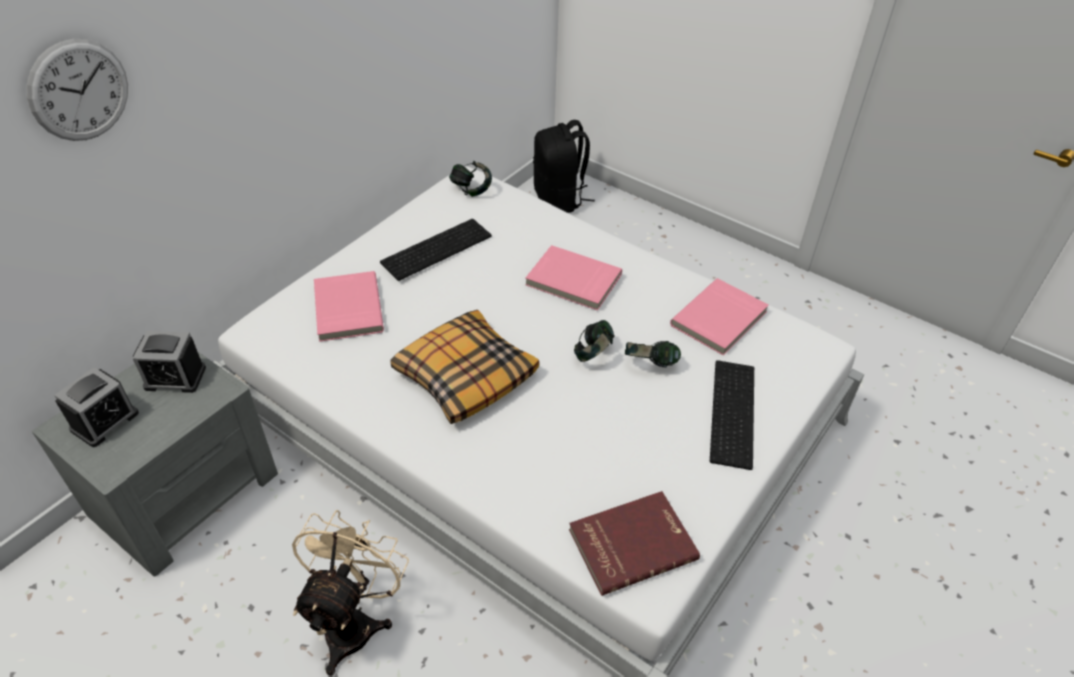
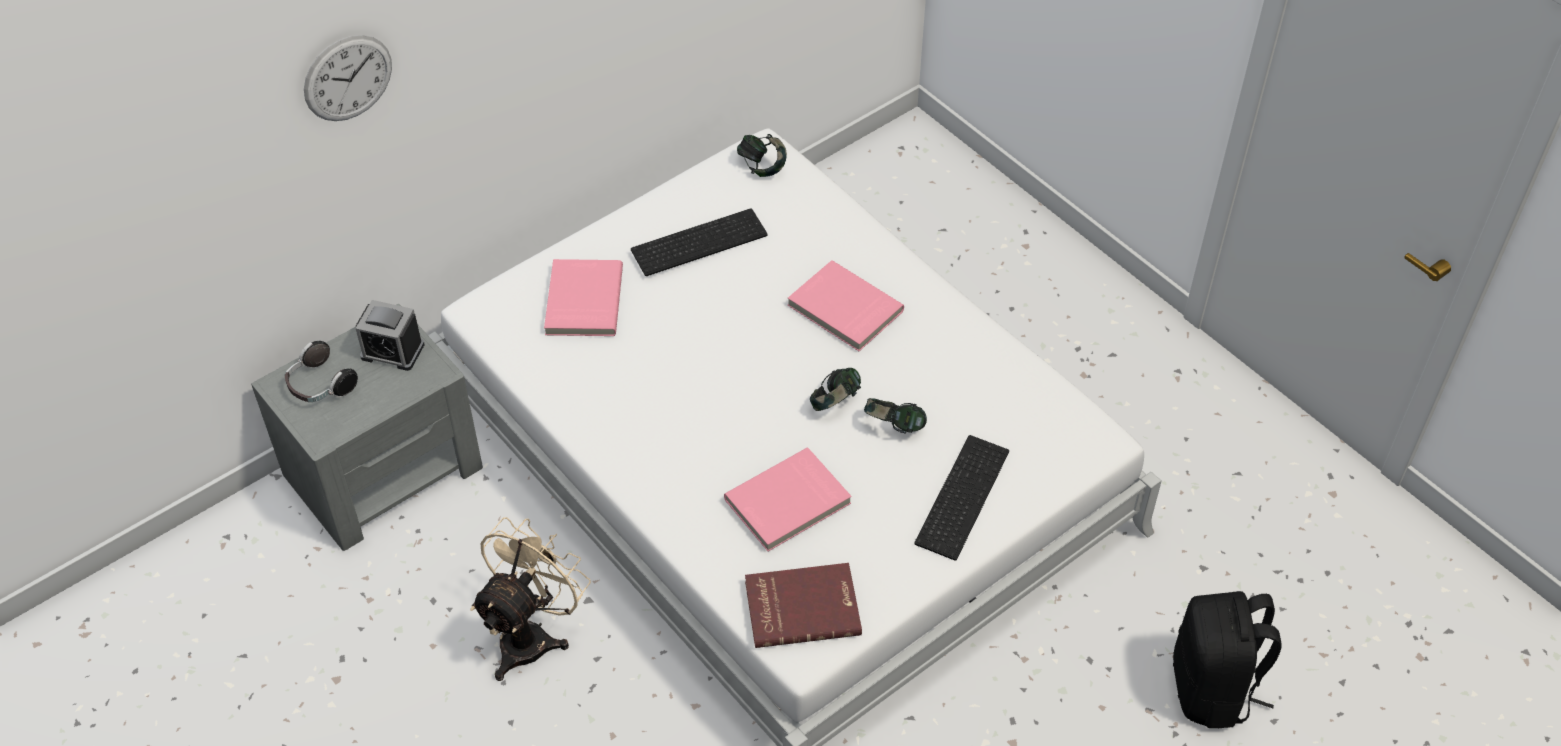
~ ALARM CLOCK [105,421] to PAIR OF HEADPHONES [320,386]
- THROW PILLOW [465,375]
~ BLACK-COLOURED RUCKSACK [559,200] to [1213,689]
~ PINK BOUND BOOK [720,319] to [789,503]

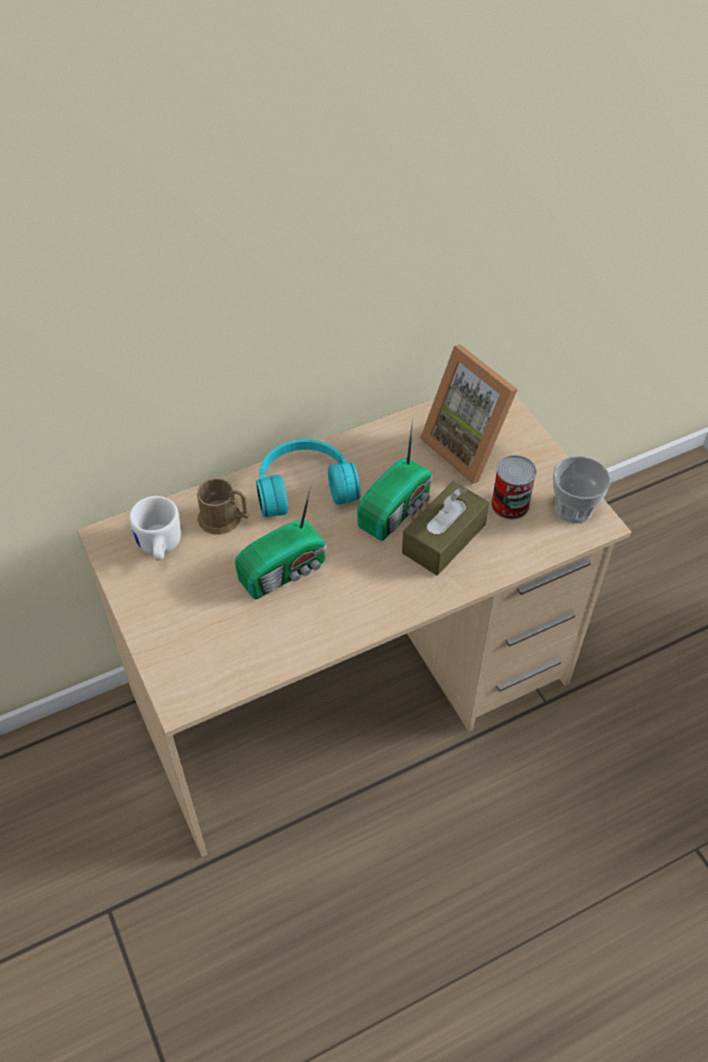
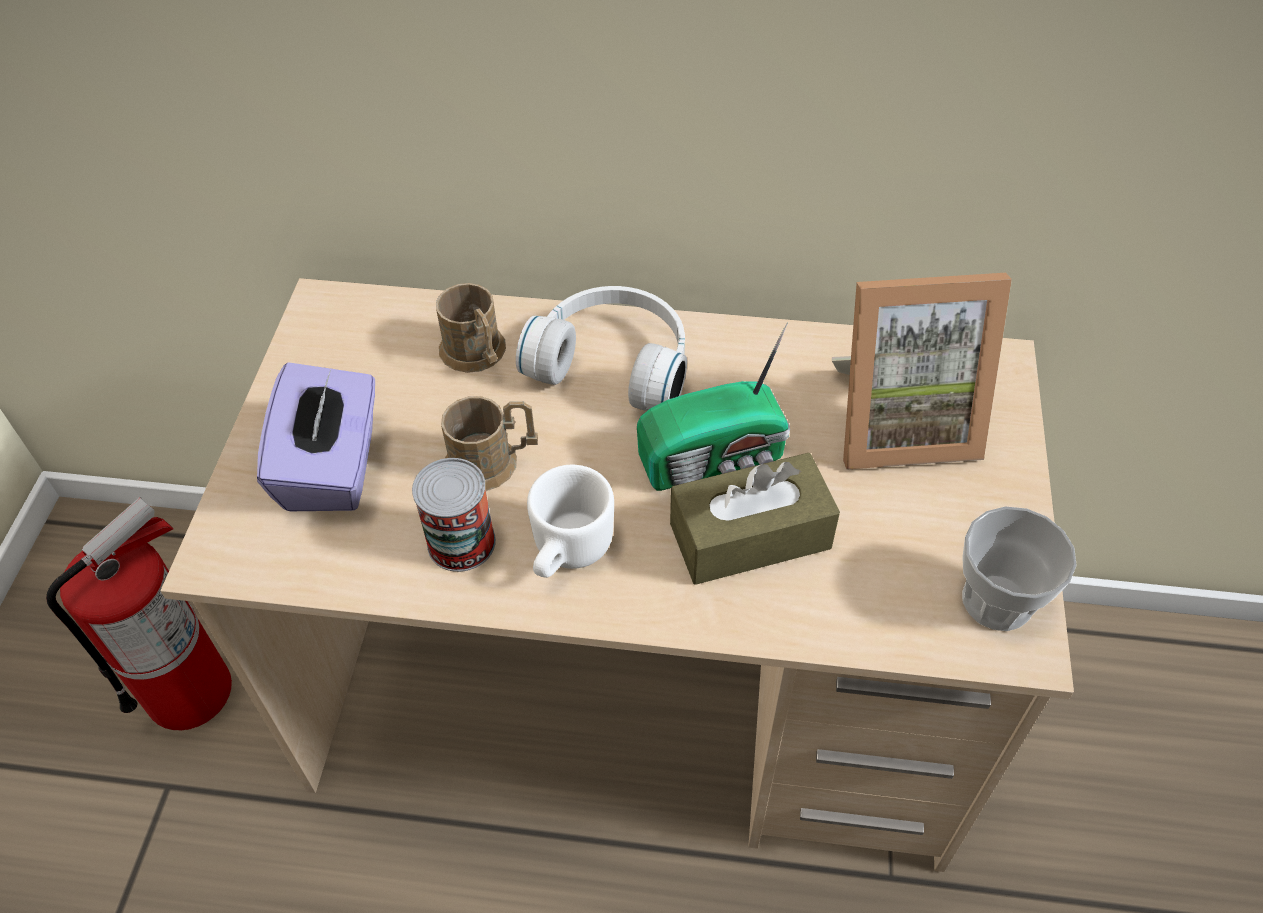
~ WHITISH MUG [159,547] to [566,552]
~ RADIO SET [285,571] to BROWN MUG [492,462]
~ BLUE-GREEN PAIR OF HEADPHONES [304,486] to WHITISH PAIR OF HEADPHONES [614,362]
~ PHOTO FRAME [469,447] = [900,422] 90 degrees counterclockwise
~ SEALED CAN [510,504] to [461,542]
+ EXTINGUISHER [190,690]
+ PURPLE TISSUE HOLDER [333,466]

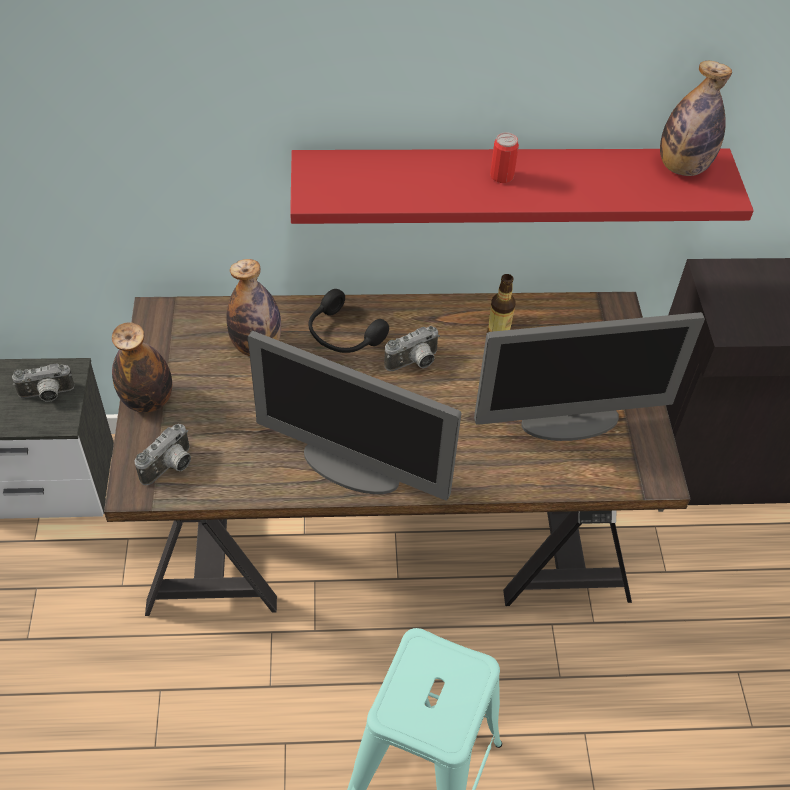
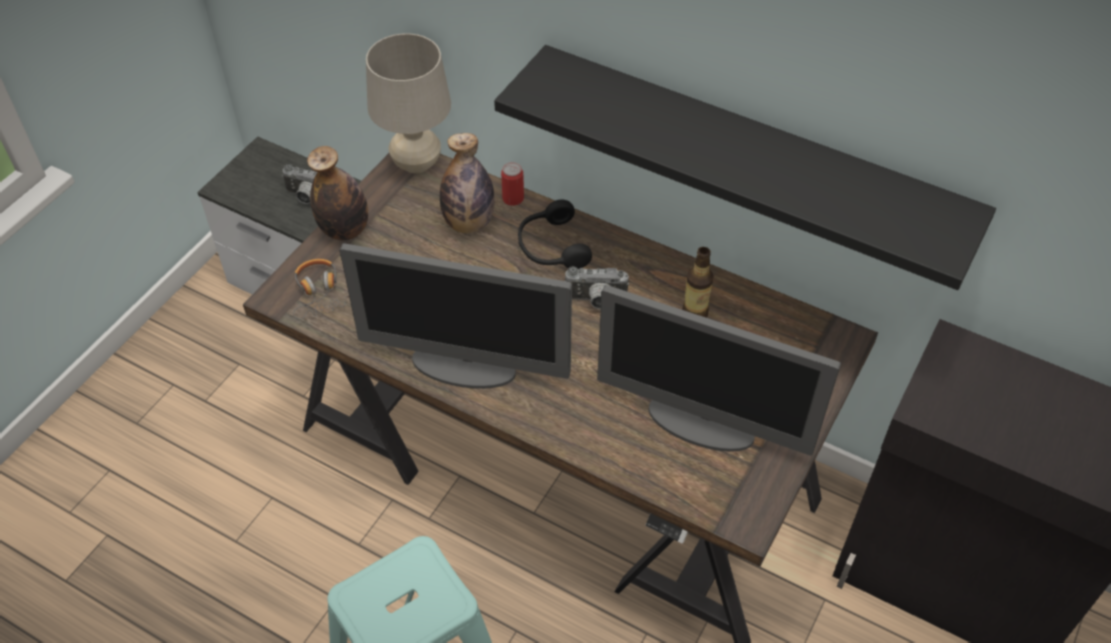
~ STILL CAMERA [171,467] to PAIR OF HEADPHONES [319,293]
~ COMPUTER DISPLAY [352,468] = [464,367] 45 degrees counterclockwise
~ REDDISH WALL SHELF [508,183] to BLACK-COLOURED WALL SHELF [750,156]
~ SEALED CAN [501,176] to [513,198]
- BOTTLE [682,167]
+ BEIGE-COLOURED TABLETOP LAMP [416,164]

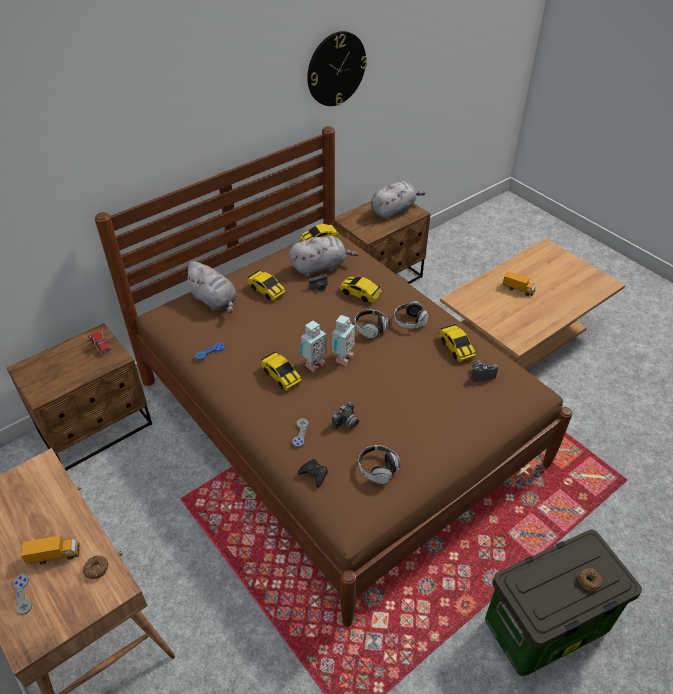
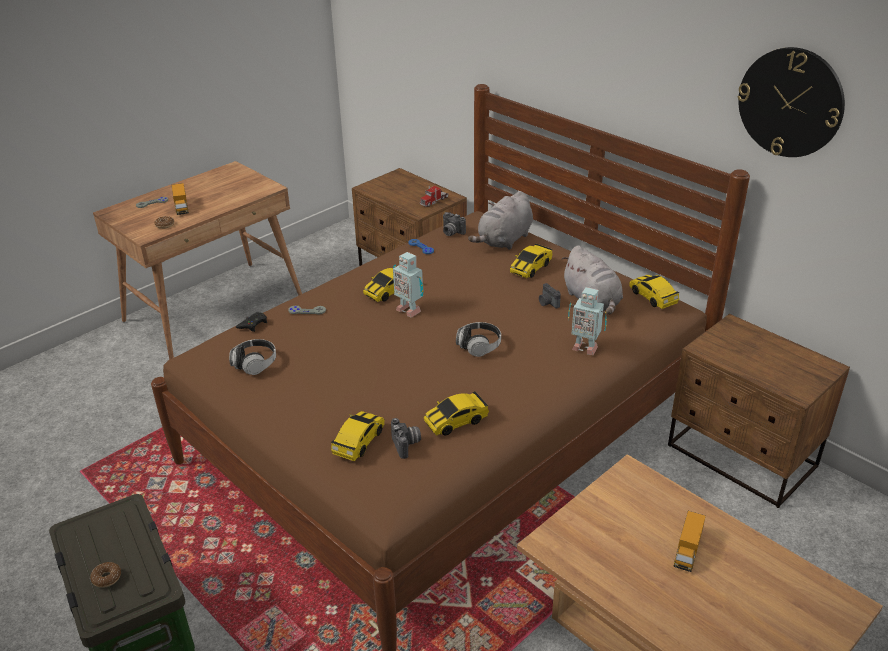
~ ROBOT FIGURE [343,358] to [584,347]
~ STILL CAMERA [346,423] to [451,232]
~ MINIATURE CAR [360,293] to [359,441]
- GRAY PLUSH TOY [393,211]
- PAIR OF HEADPHONES [410,321]

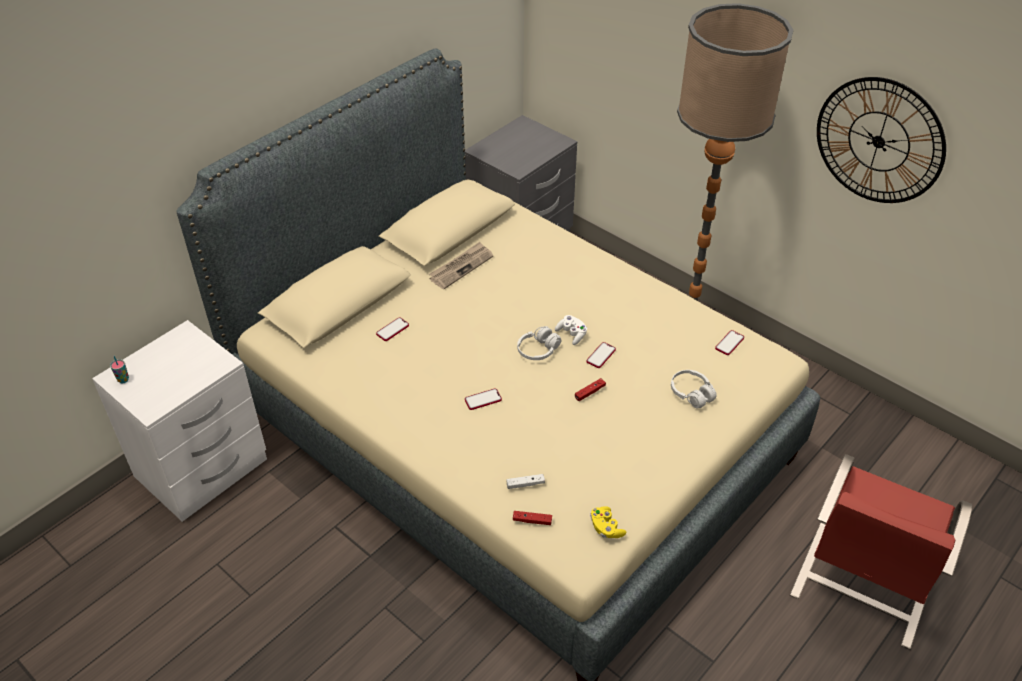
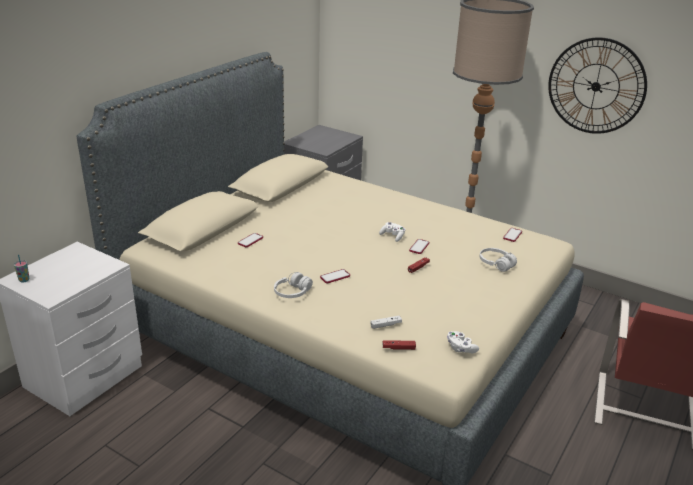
- NEWSPAPER [461,267]
~ WHITISH PAIR OF HEADPHONES [538,350] to [292,292]
~ YELLOWISH GAME CONTROLLER [606,528] to WHITISH GAME CONTROLLER [460,348]

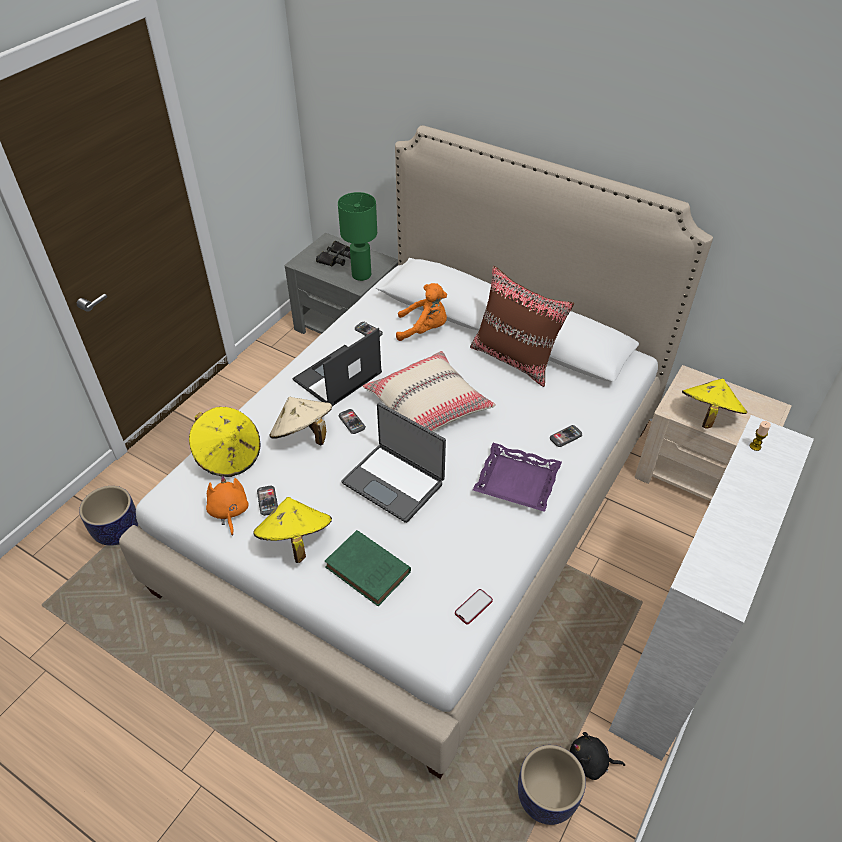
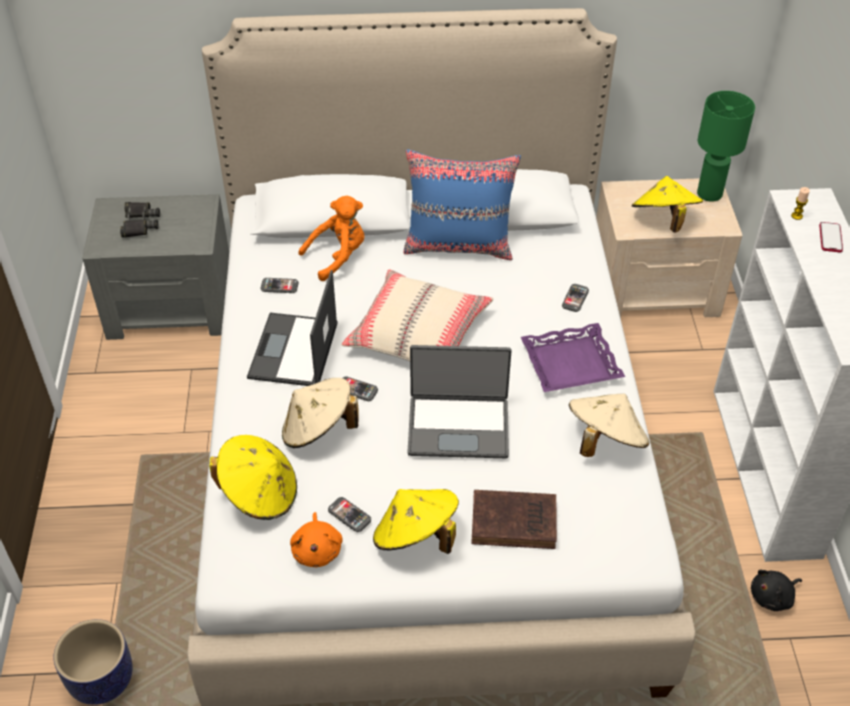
~ ORANGEY PLUSH TOY [229,512] = [317,550] 135 degrees counterclockwise
~ GREENISH BOUND BOOK [369,571] to BROWN BOUND BOOK [516,522]
~ GREENISH TABLETOP LAMP [361,275] to [708,194]
~ HANDSET [473,607] to [830,238]
~ BROWN THROW PILLOW [515,359] to BLUE THROW PILLOW [459,245]
- FLOWER POT [546,797]
+ BEIGE-COLOURED CLOTHING HAT [604,441]

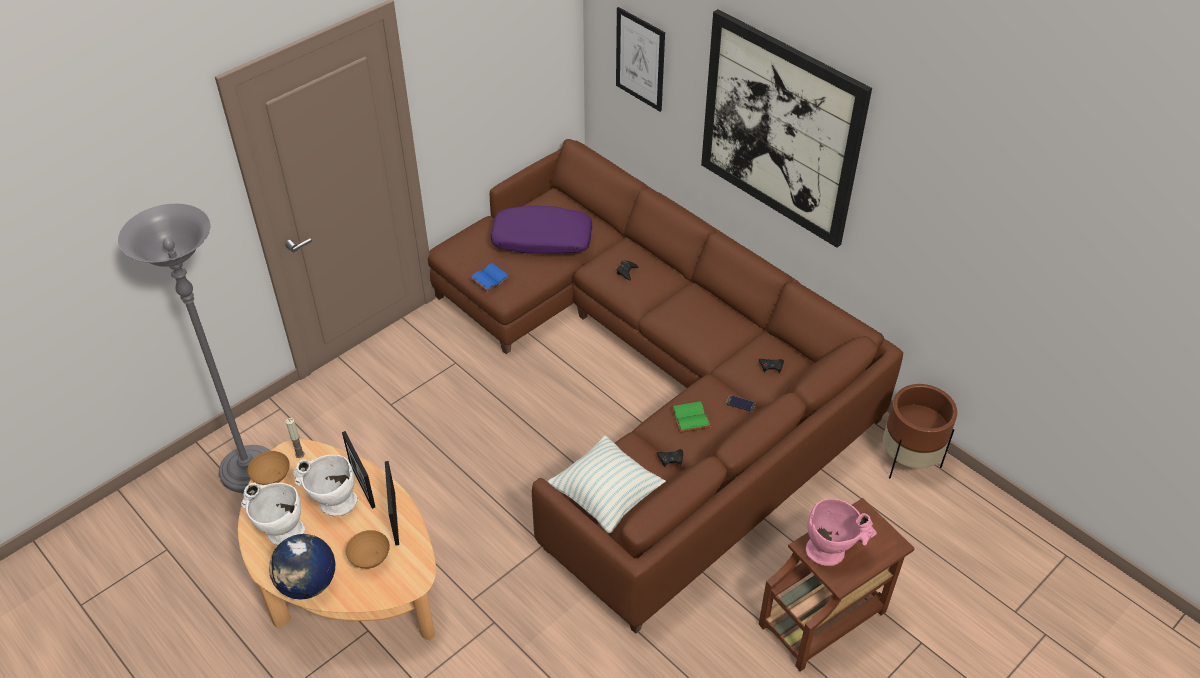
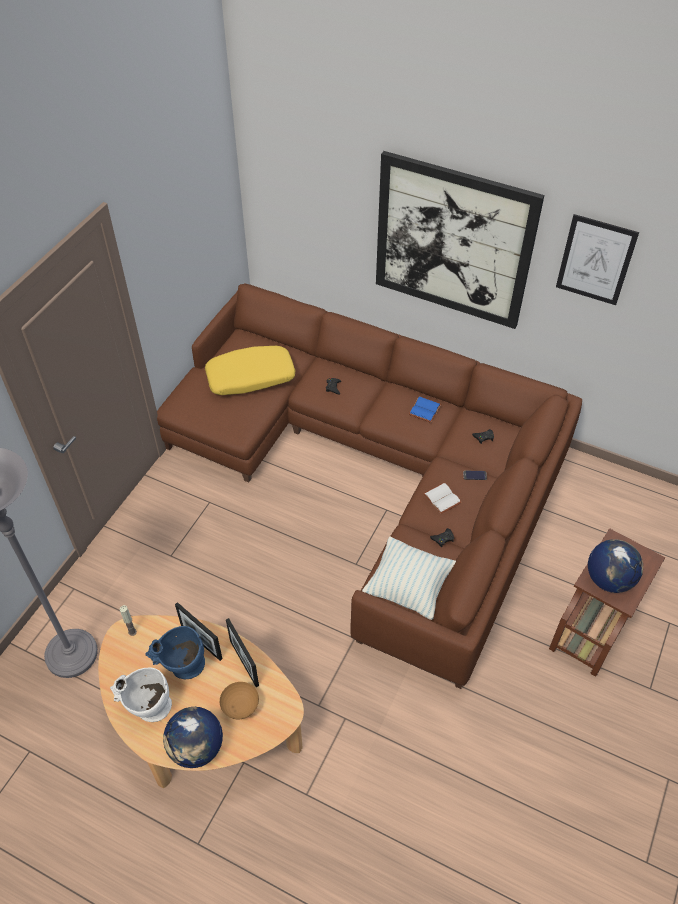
- BROWN BOWL [273,479]
~ WHITISH VASE [331,503] to BLUE VASE [182,667]
~ BLUE BOUND BOOK [491,279] to [425,410]
~ PURPLE THROW PILLOW [541,240] to YELLOWISH THROW PILLOW [250,378]
~ WALL PICTURE [640,59] to [595,260]
~ GREENISH BOUND BOOK [689,417] to WHITISH BOUND BOOK [441,499]
~ PINK VASE [832,551] to DESK GLOBE [609,579]
- BROWN FLOWER POT [908,460]

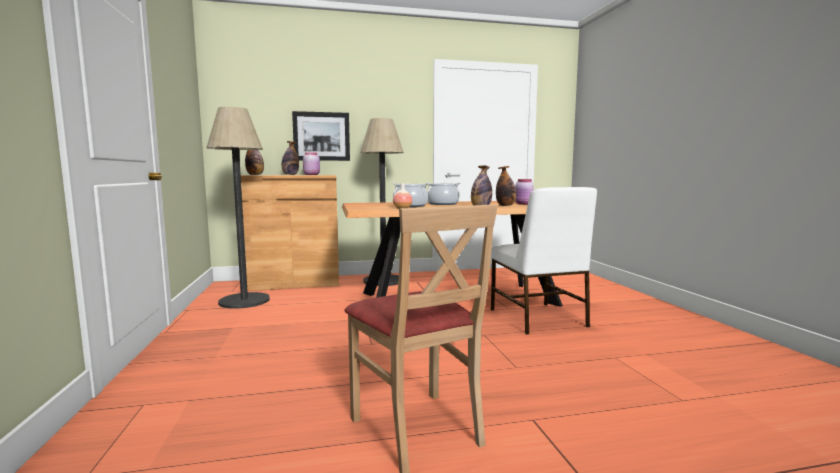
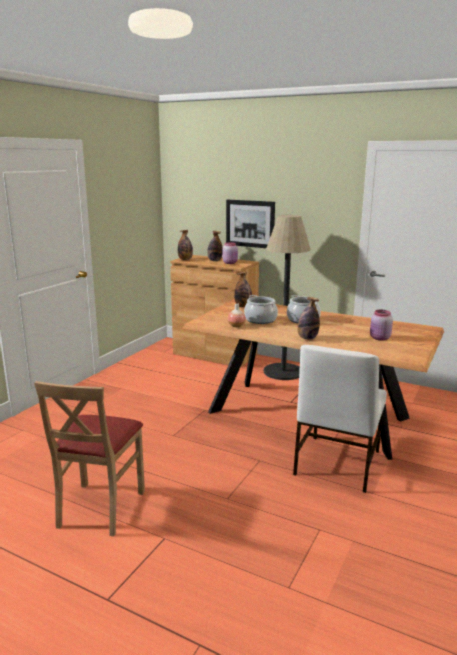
- STANDARD LAMP [244,301]
~ BOTTLE [505,205] to [243,306]

